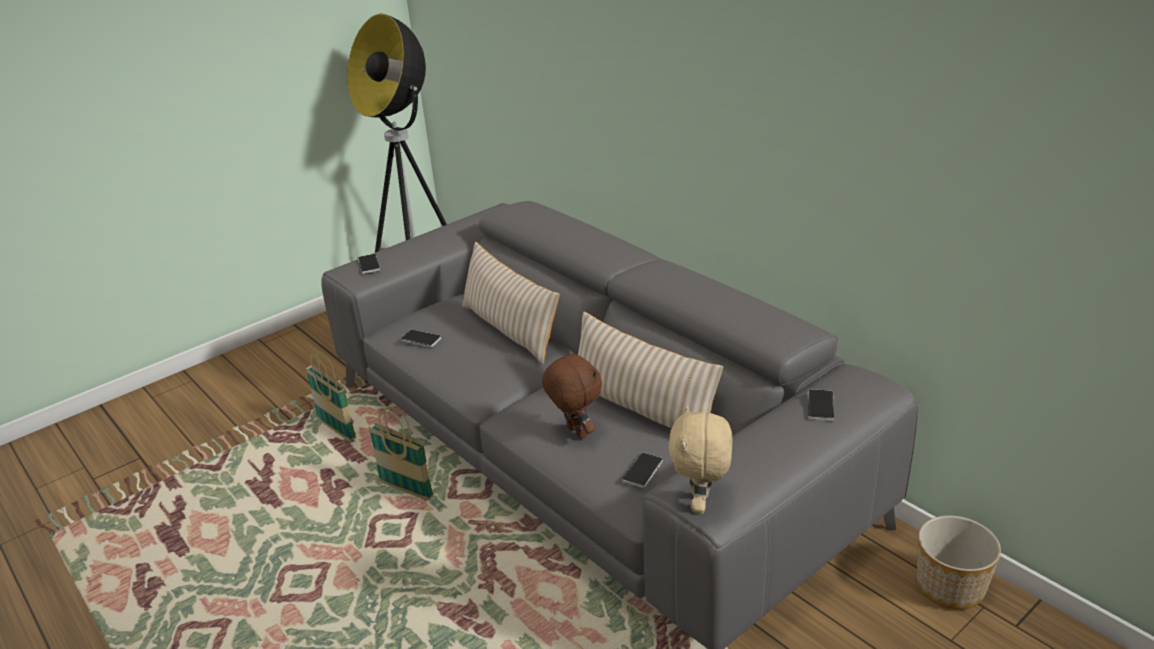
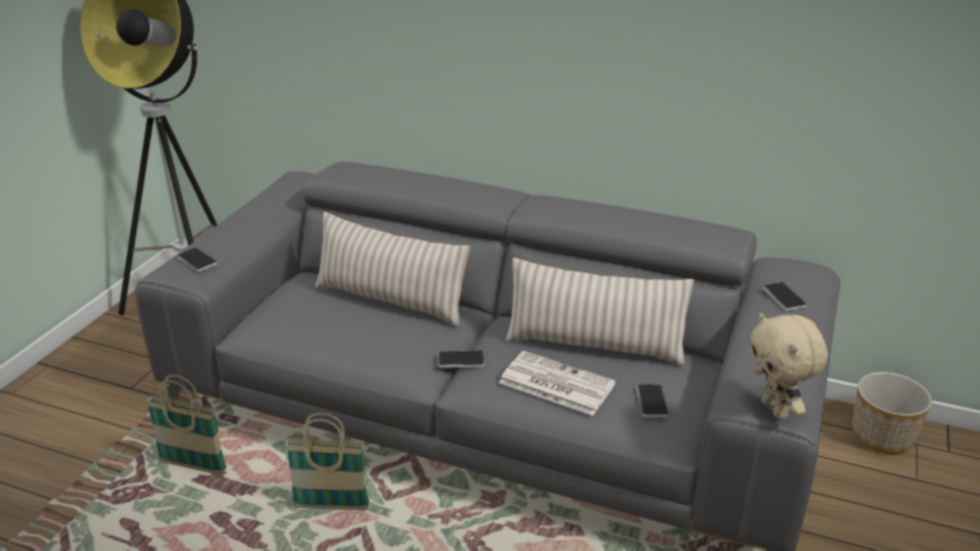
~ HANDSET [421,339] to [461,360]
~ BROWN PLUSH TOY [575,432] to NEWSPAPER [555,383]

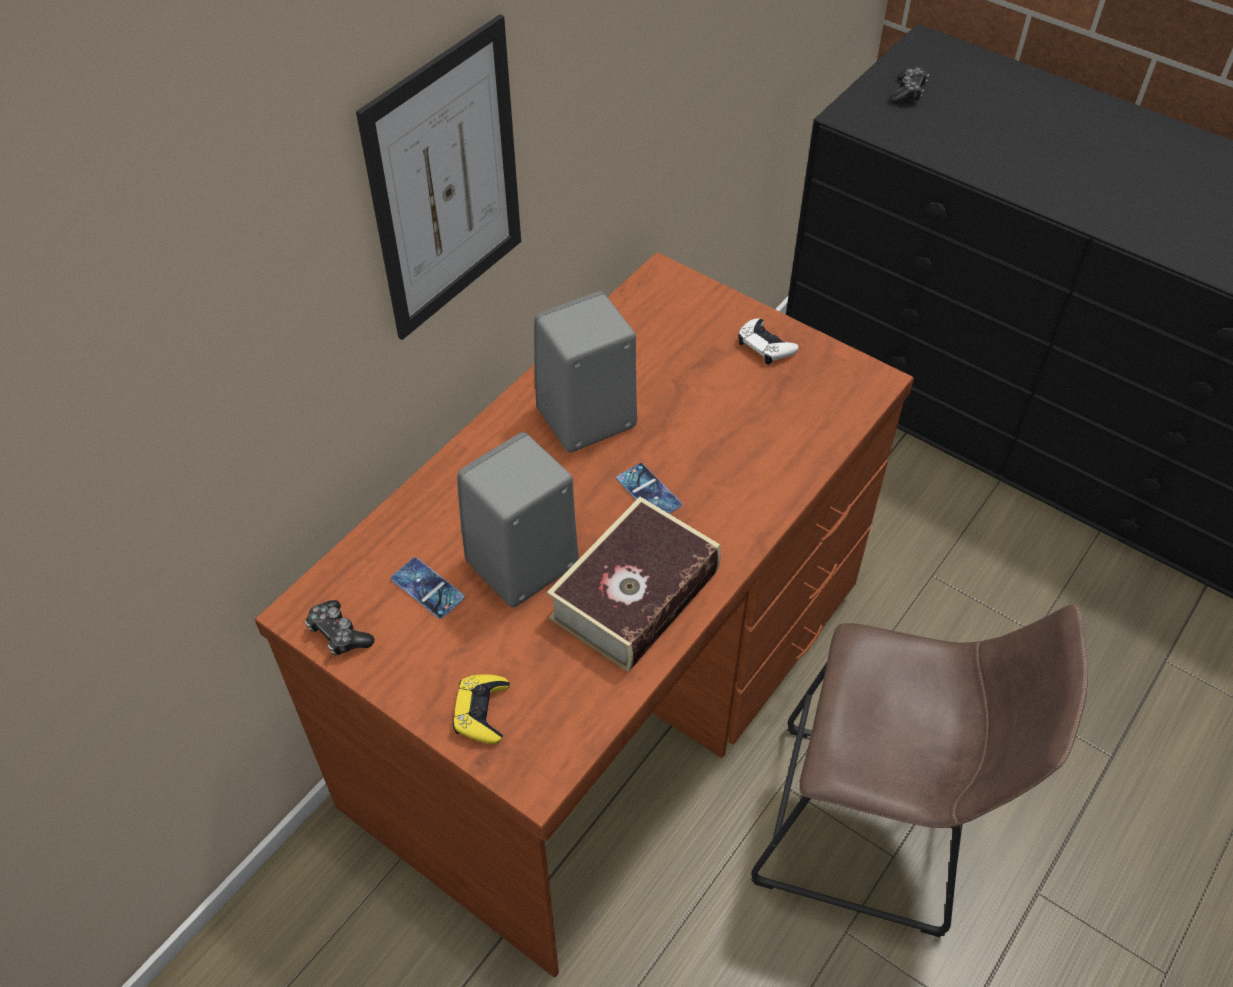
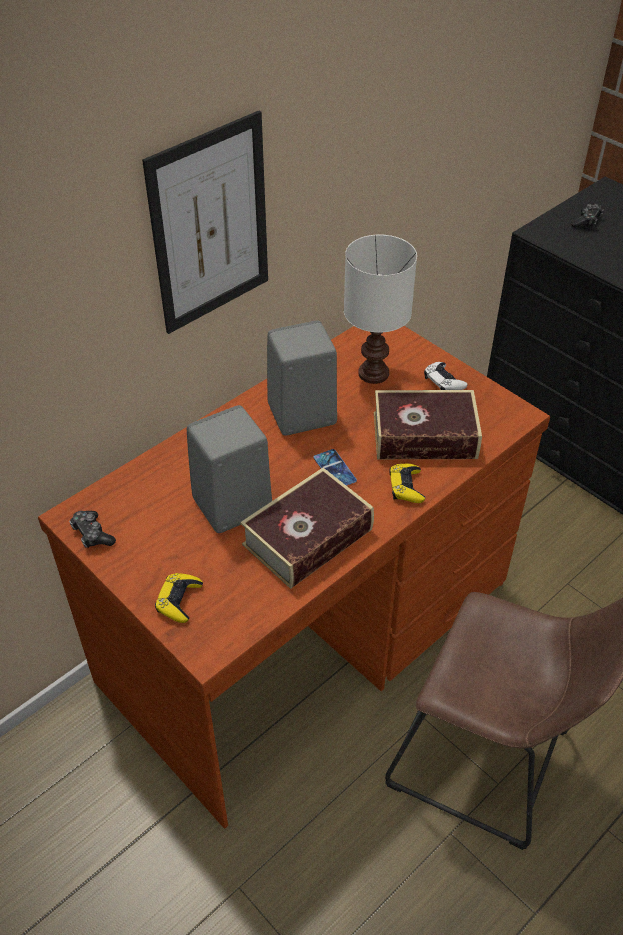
- HANDSET [427,588]
+ WHITISH TABLETOP LAMP [375,373]
+ BOUND BOOK [424,436]
+ YELLOWISH GAME CONTROLLER [406,487]

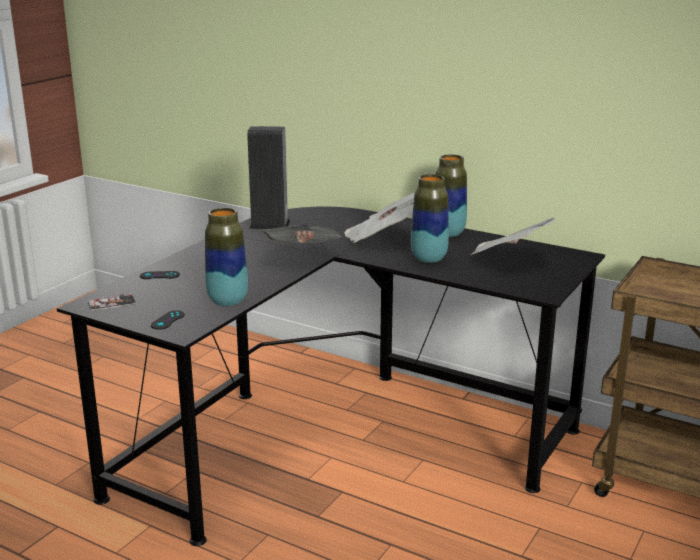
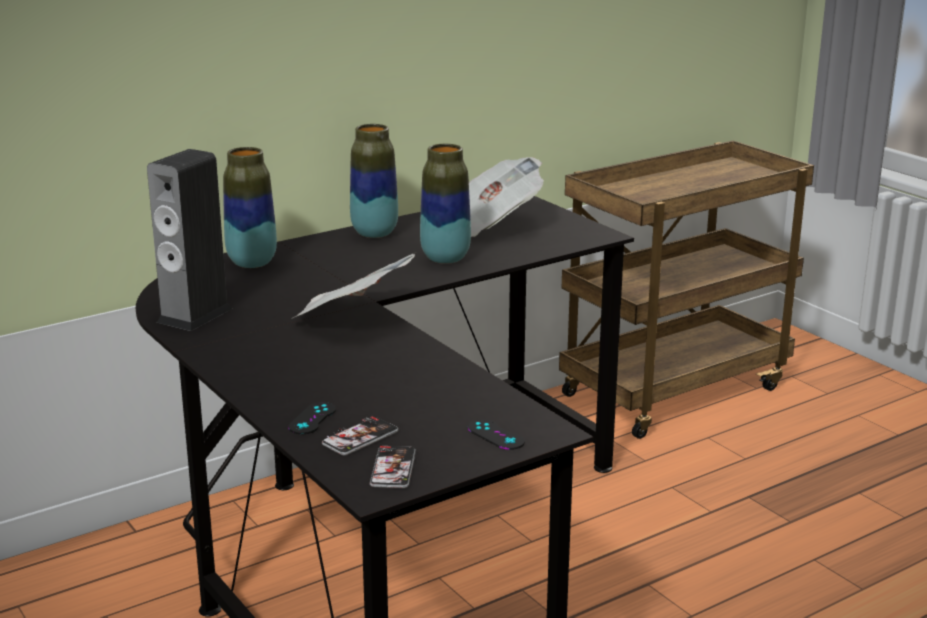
~ VASE [227,301] to [252,263]
- NEWSPAPER [382,238]
+ HANDSET [360,438]

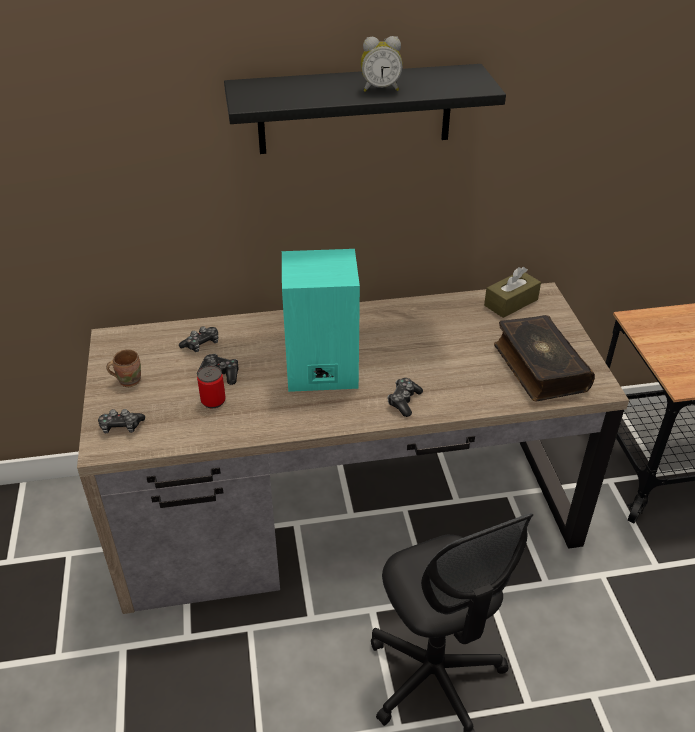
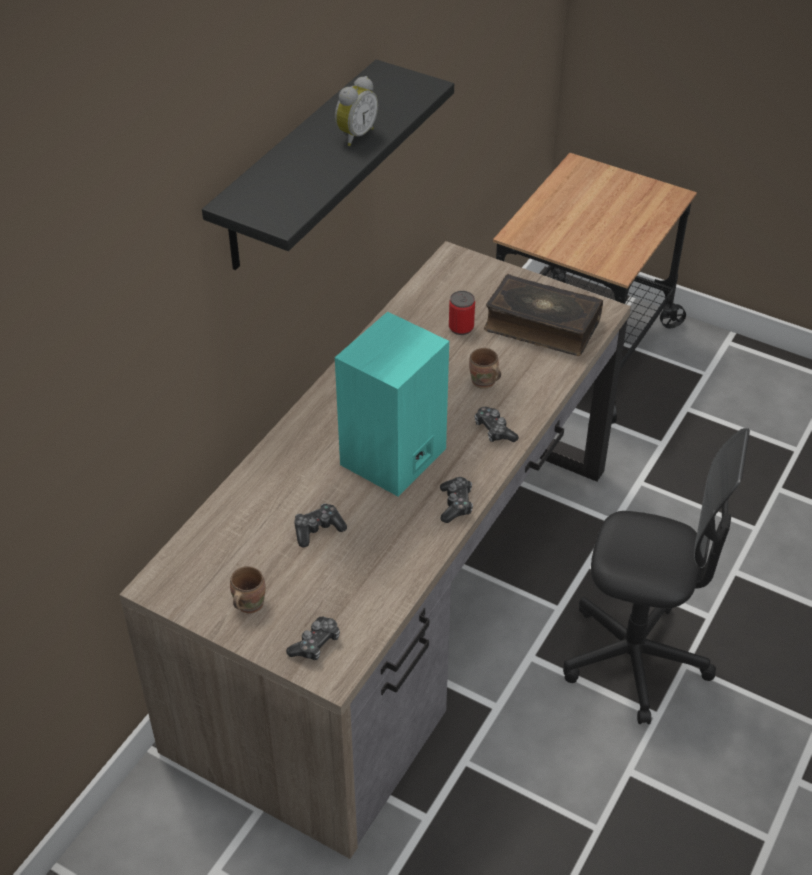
~ GAME CONTROLLER [201,344] to [456,504]
~ SEALED CAN [213,401] to [461,327]
- BROWN TISSUE HOLDER [511,302]
+ BROWN MUG [483,383]

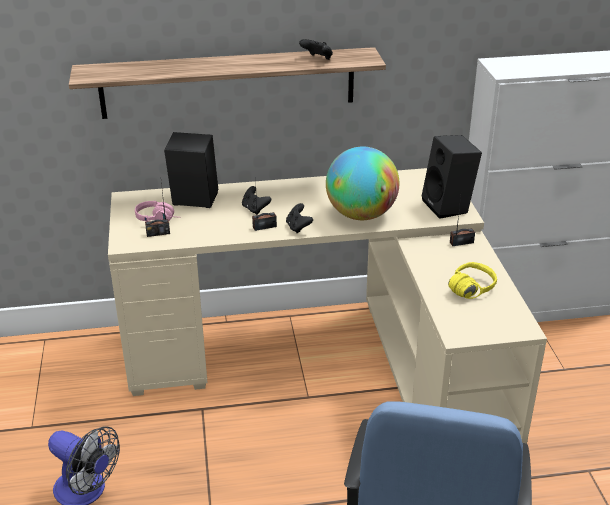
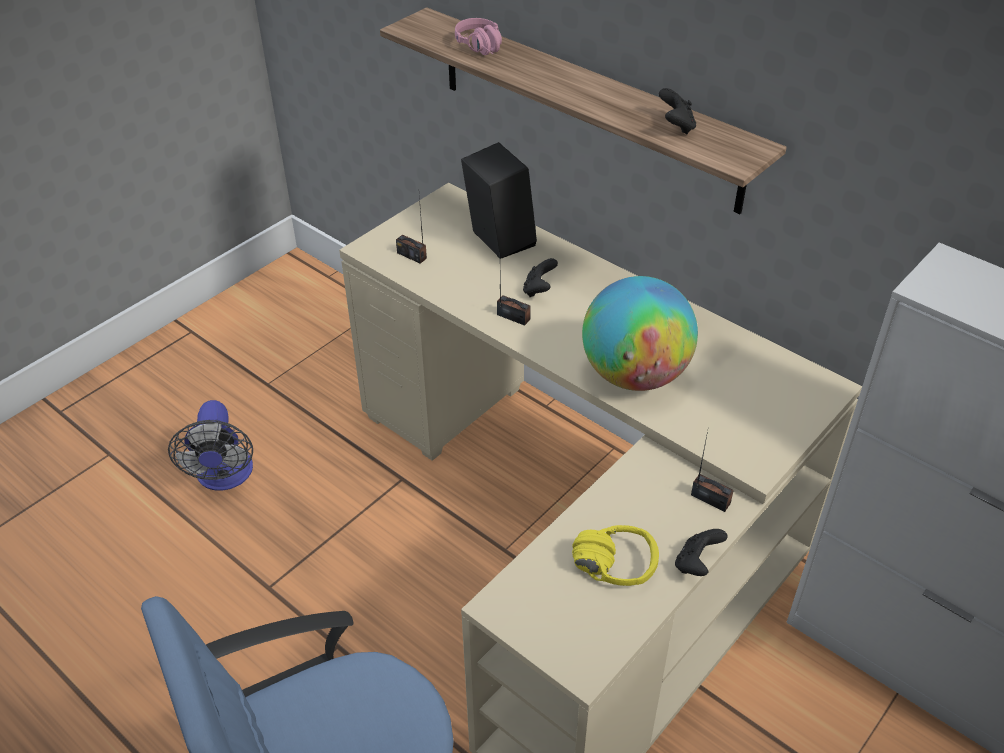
~ PINK PAIR OF HEADPHONES [159,219] to [483,49]
~ BLACK-COLOURED GAME CONTROLLER [298,227] to [696,564]
- BLACK-COLOURED SPEAKER [449,206]

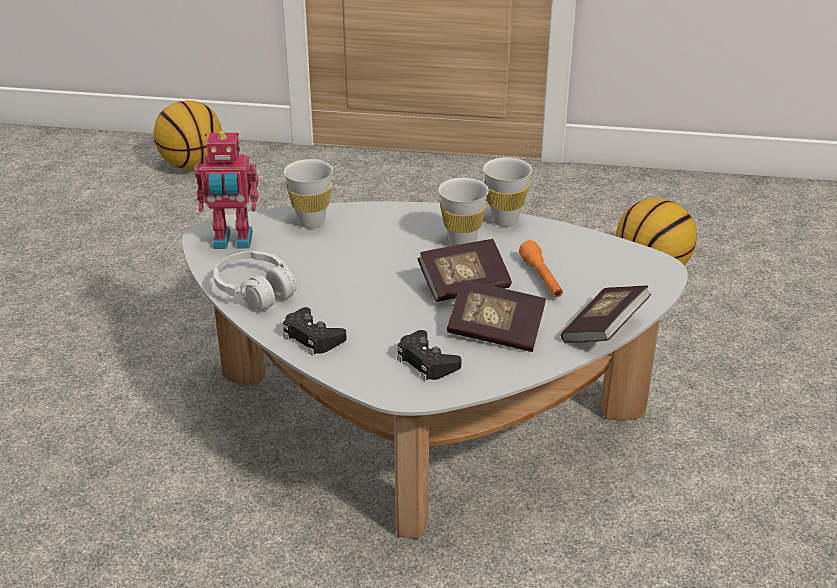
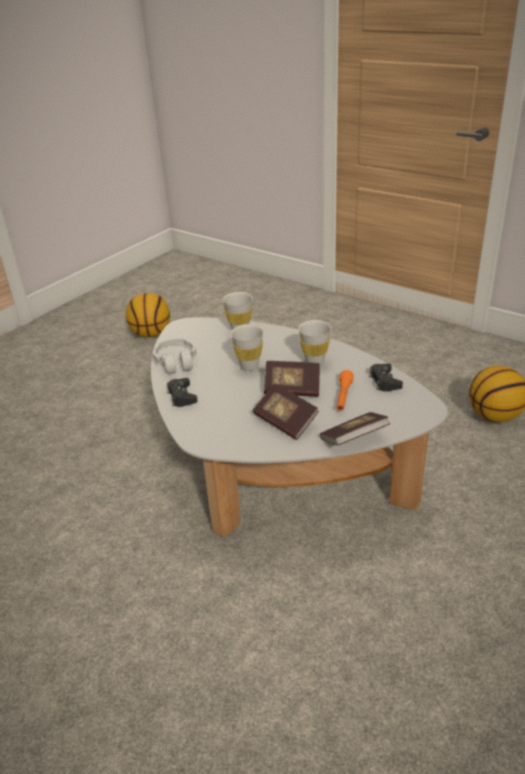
~ BASKETBALL [192,164] to [151,334]
- ROBOT FIGURE [232,242]
~ BLACK-COLOURED GAME CONTROLLER [426,362] to [384,381]
~ WHITISH DRINKING CUP [505,220] to [249,366]

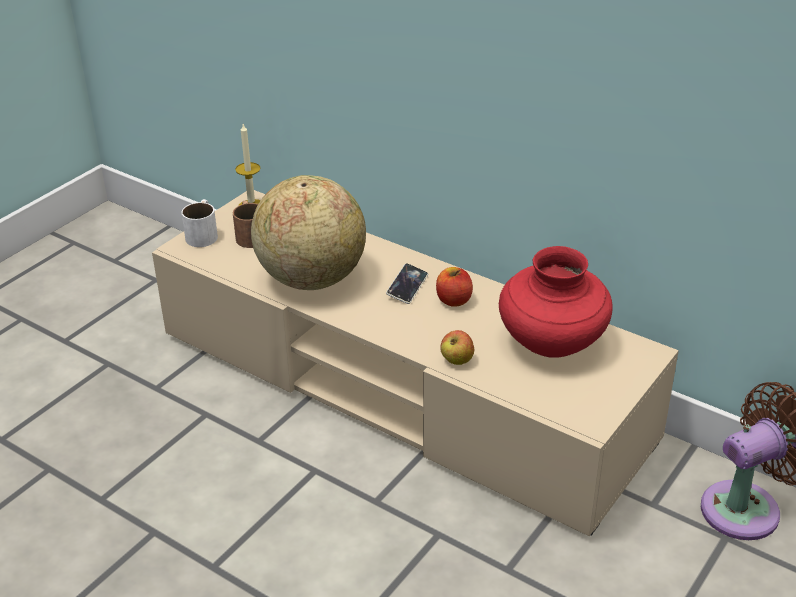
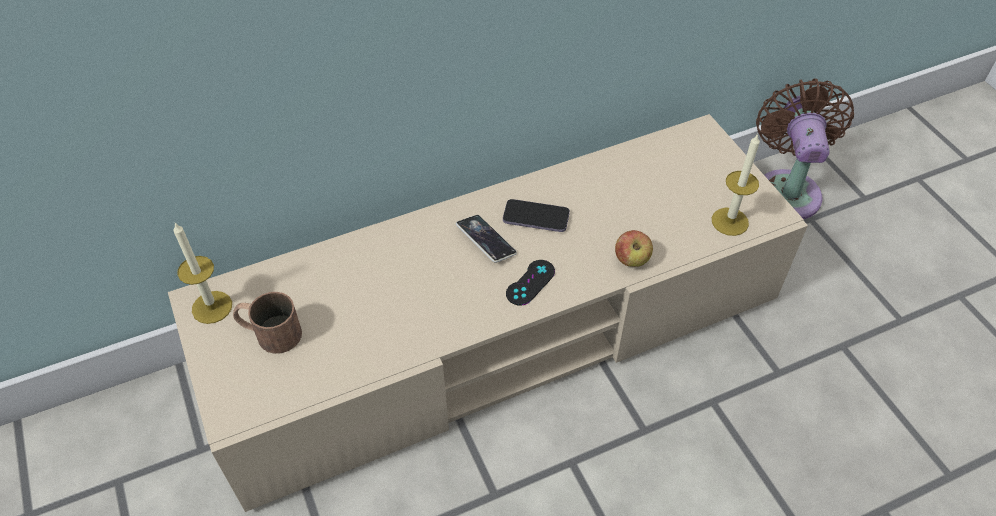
- WHITISH MUG [203,233]
- DESK GLOBE [311,278]
~ APPLE [453,300] to HANDSET [536,217]
- REDDISH VASE [552,344]
+ BLACK-COLOURED GAME CONTROLLER [530,282]
+ CANDLE [730,221]

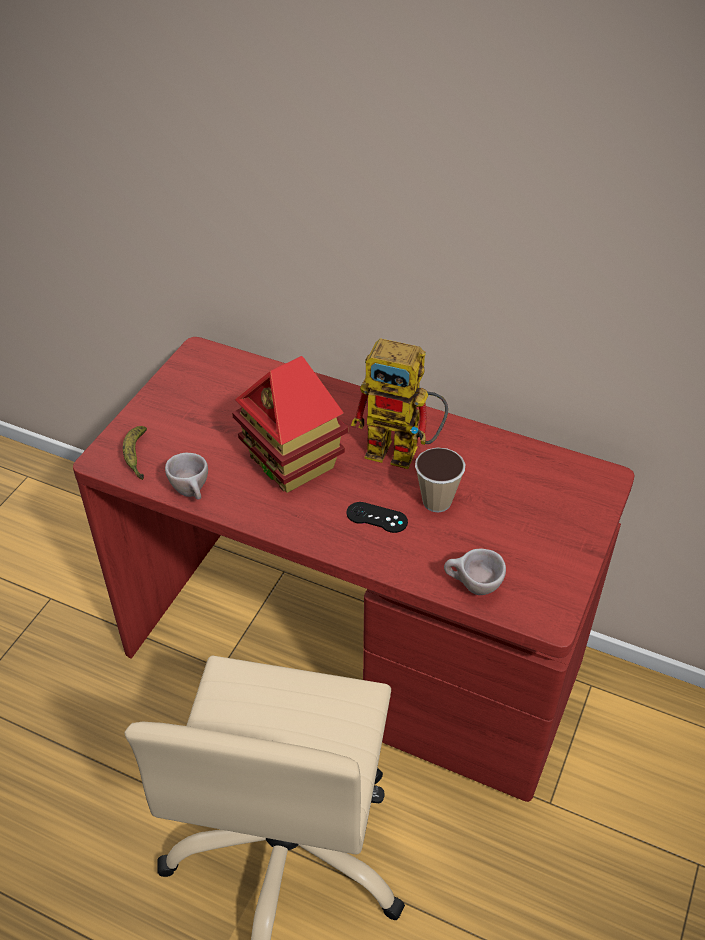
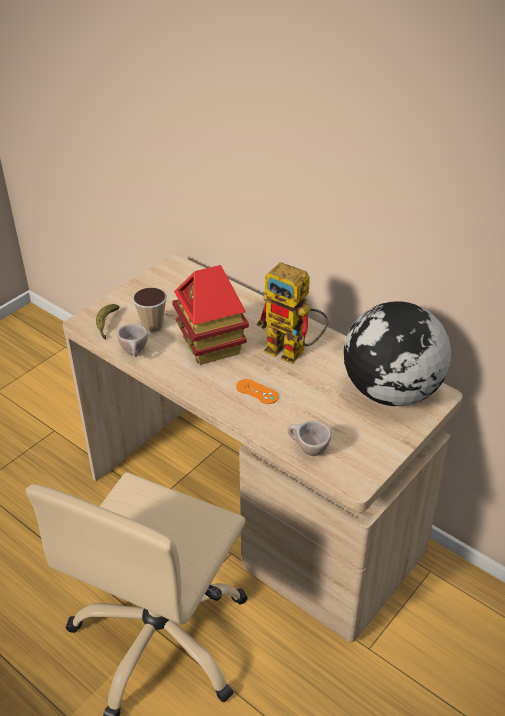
~ REDDISH DESK [353,654] to BEIGE-COLOURED DESK [254,510]
~ BLACK-COLOURED GAME CONTROLLER [377,517] to ORANGEY GAME CONTROLLER [257,392]
~ DRINKING CUP [437,501] to [152,326]
+ DESK GLOBE [390,392]

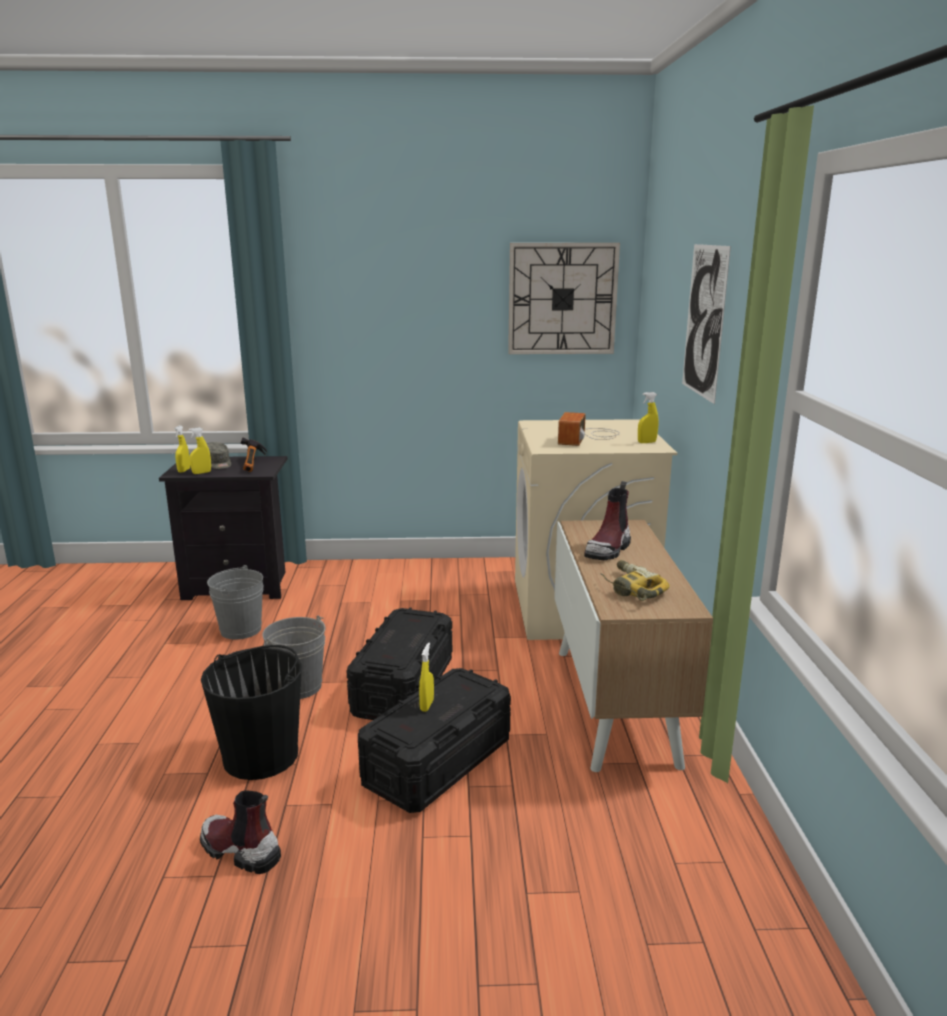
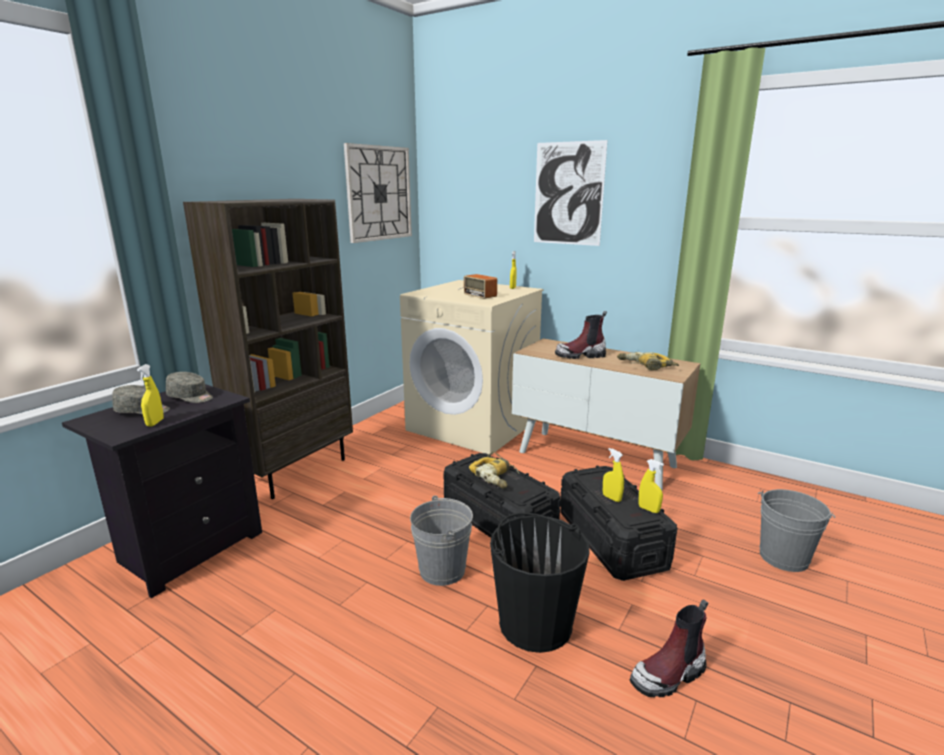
~ YELLOWISH HAND SPRAYER [184,470] to [648,509]
~ GRAY PAIL [241,629] to [783,557]
~ HAMMER [254,464] to GRAY PEAKED CAP [191,397]
~ BOOT [608,549] = [581,355] 105 degrees clockwise
+ BROWN SHELVING UNIT [295,471]
+ DRILL [496,476]

